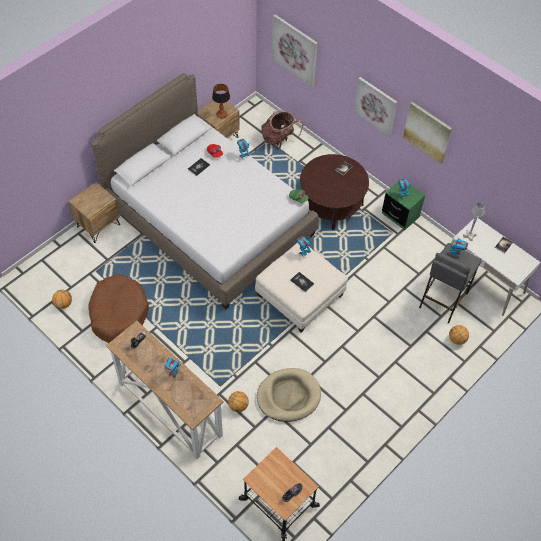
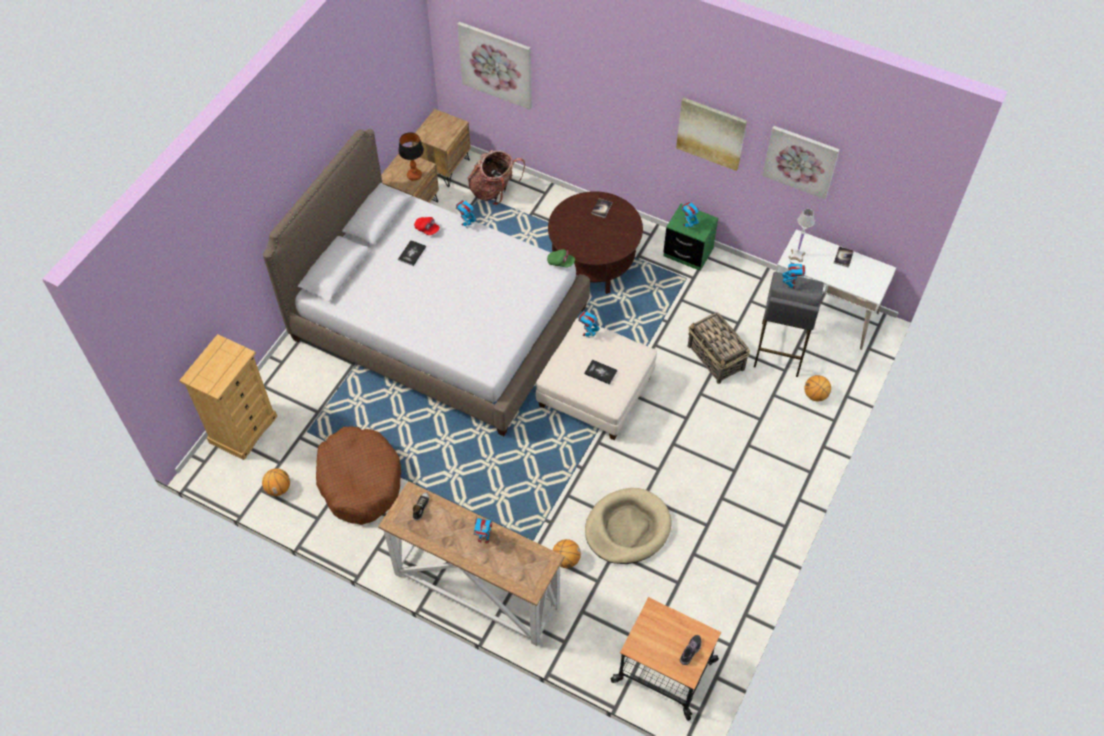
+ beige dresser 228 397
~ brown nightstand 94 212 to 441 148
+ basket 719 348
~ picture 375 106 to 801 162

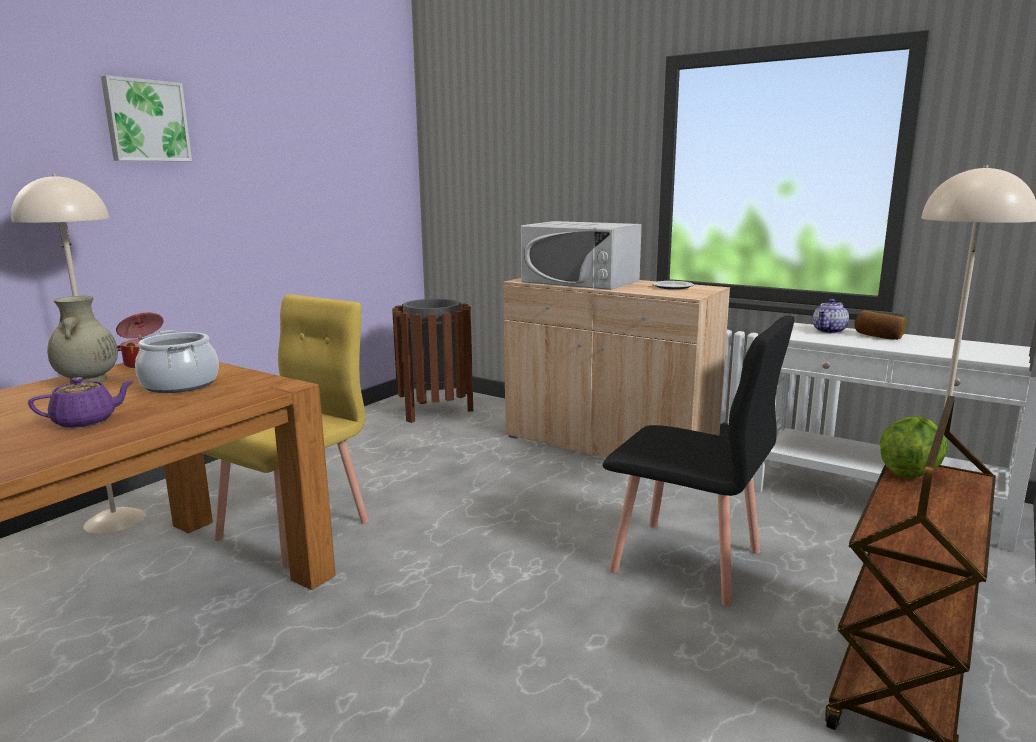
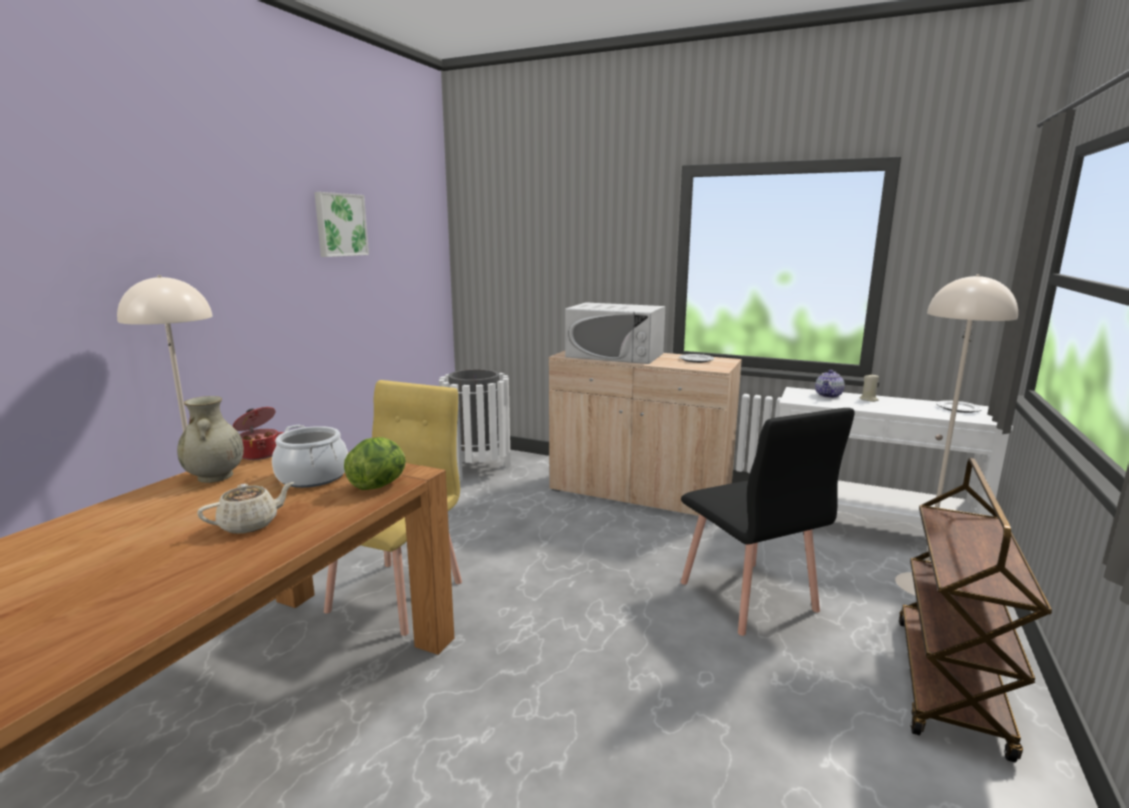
~ purple teapot 81 402 to beige teapot 245 508
~ picture 146 118 to 341 224
~ lettuce 914 447 to 375 463
~ brown trash can 432 361 to white trash can 475 425
~ black chair 699 461 = 768 522 45 degrees clockwise
~ bread 880 325 to beige candle 869 387
+ plate 959 406

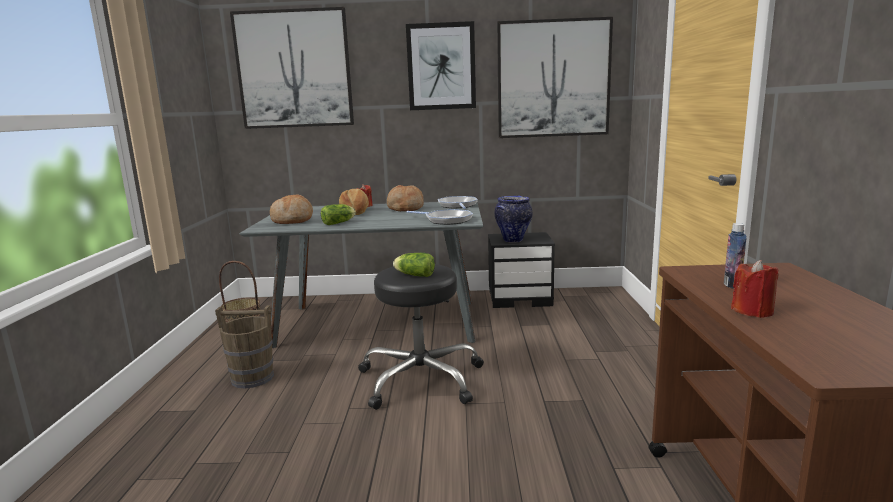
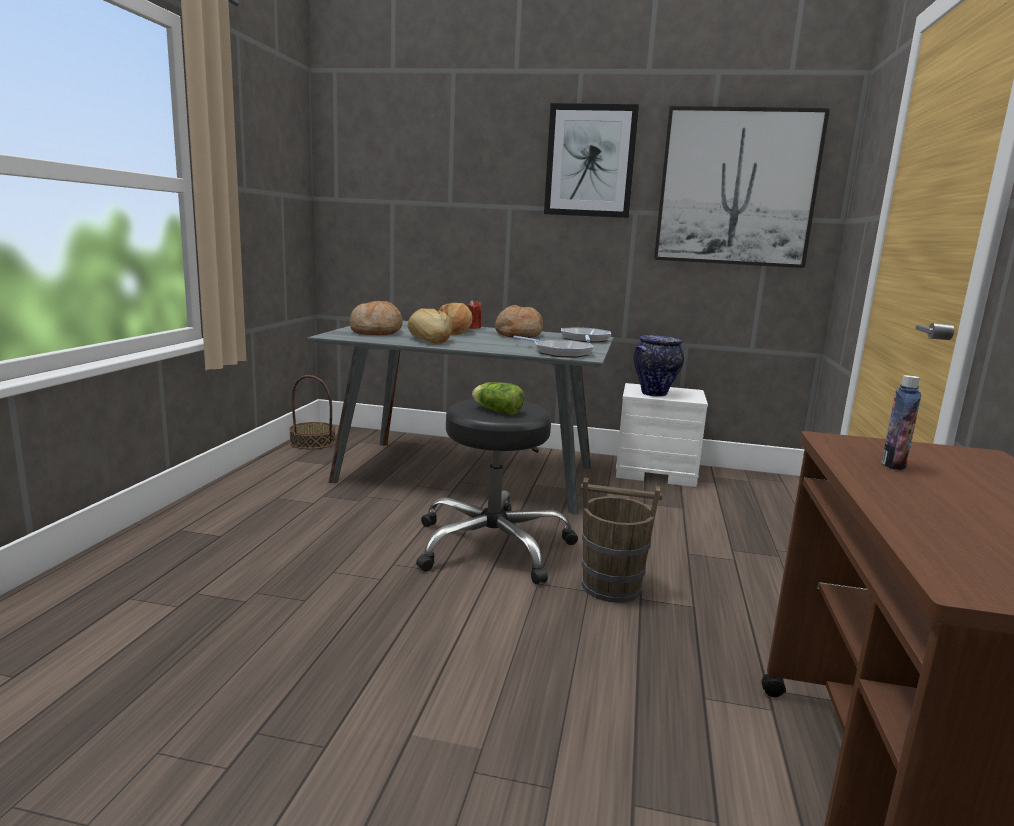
~ lettuce 338 214 to bread 429 326
~ brown bucket 244 347 to 621 540
~ black nightstand 521 270 to white nightstand 662 435
- picture 292 68
- red candle 755 289

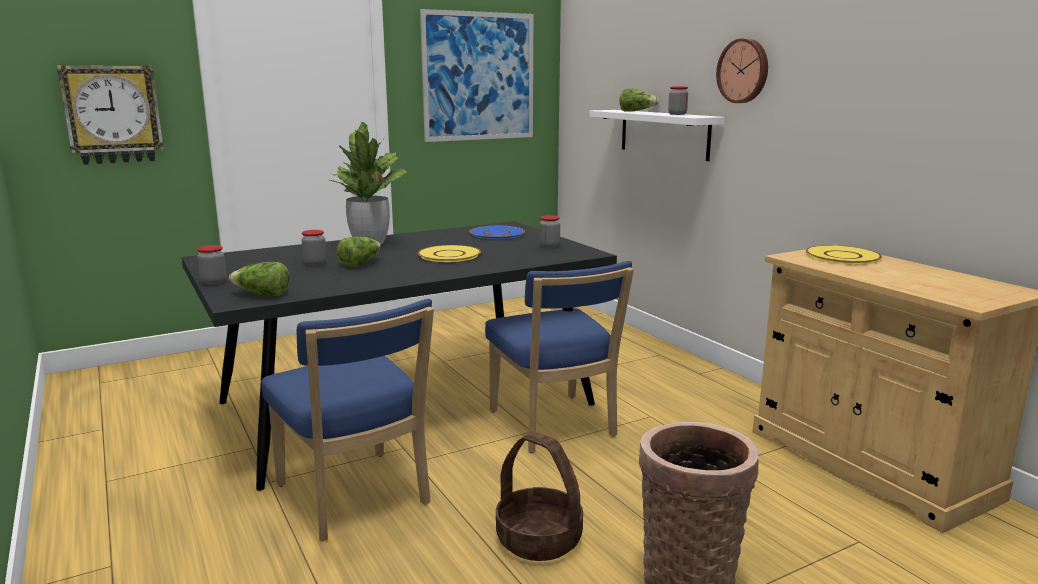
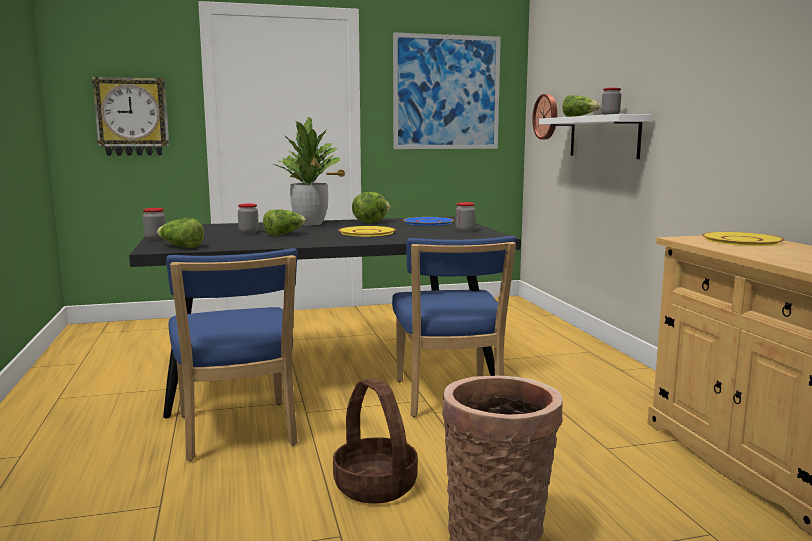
+ lettuce 371 207
~ wall clock 742 70 to 544 116

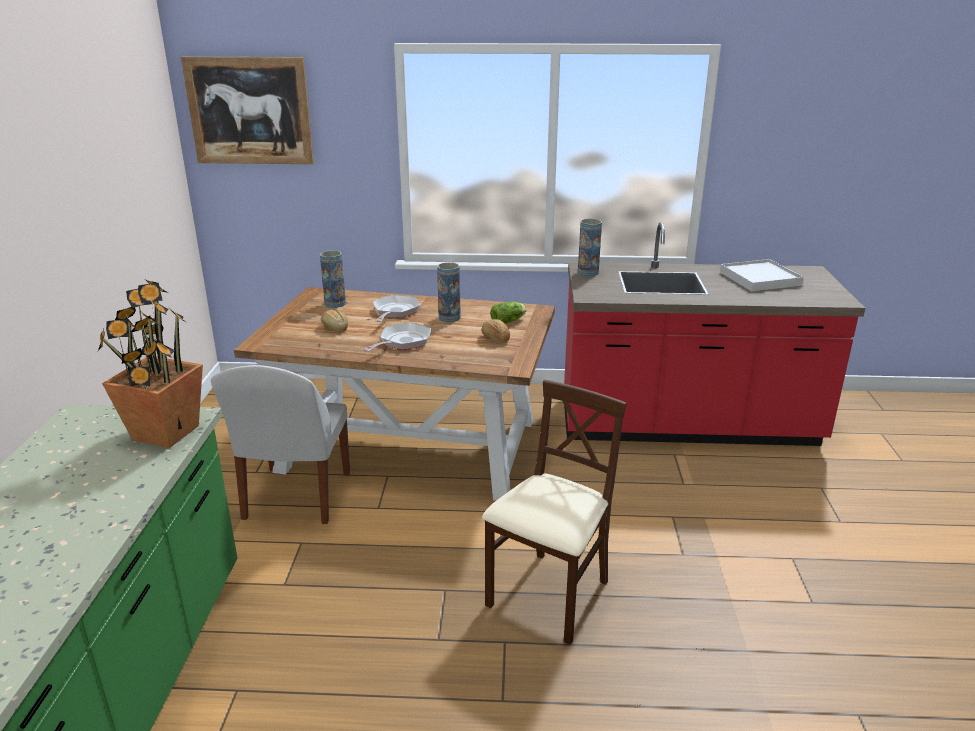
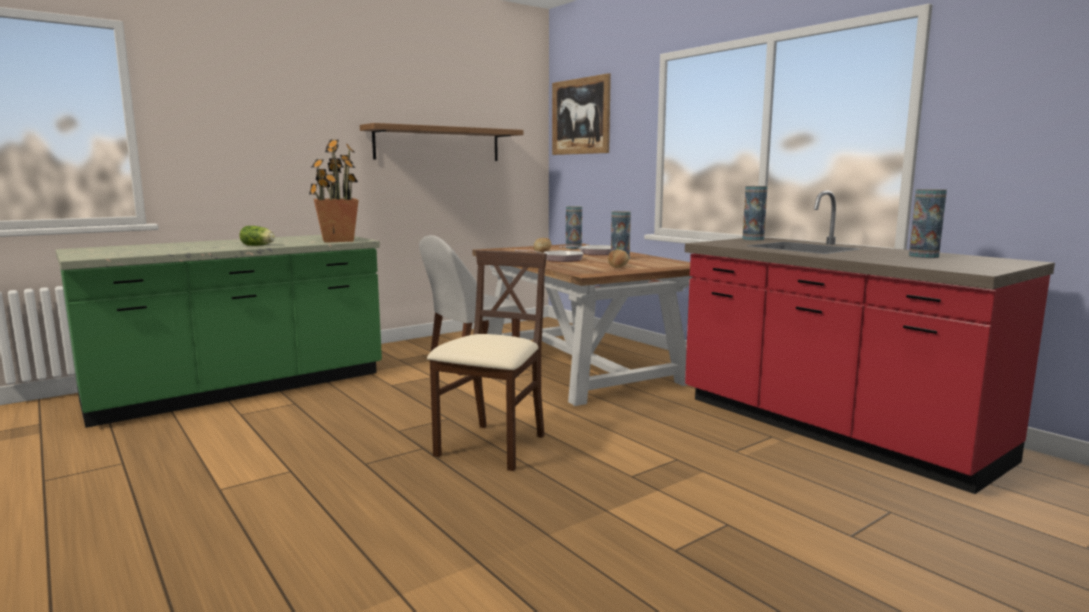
~ lettuce 508 313 to 257 236
+ shelf 441 142
~ beige chair 554 512 = 487 360 60 degrees counterclockwise
~ white tray 762 275 to vase 928 223

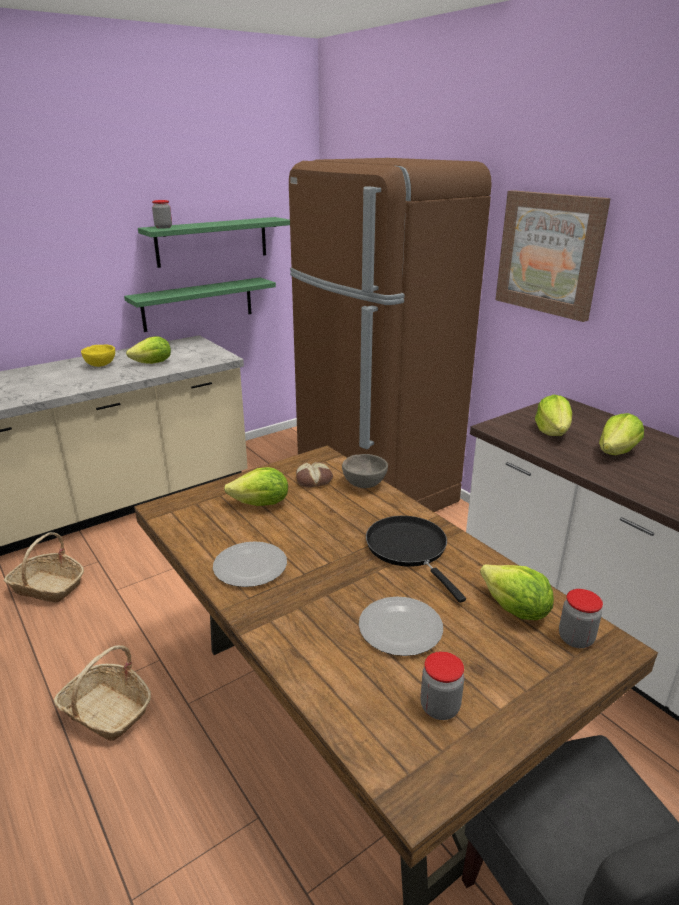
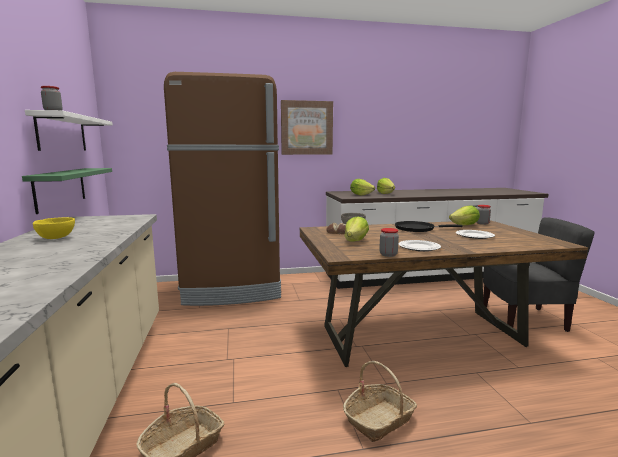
~ green shelf 214 242 to white shelf 69 130
~ jar 442 686 to 389 242
- lettuce 148 350

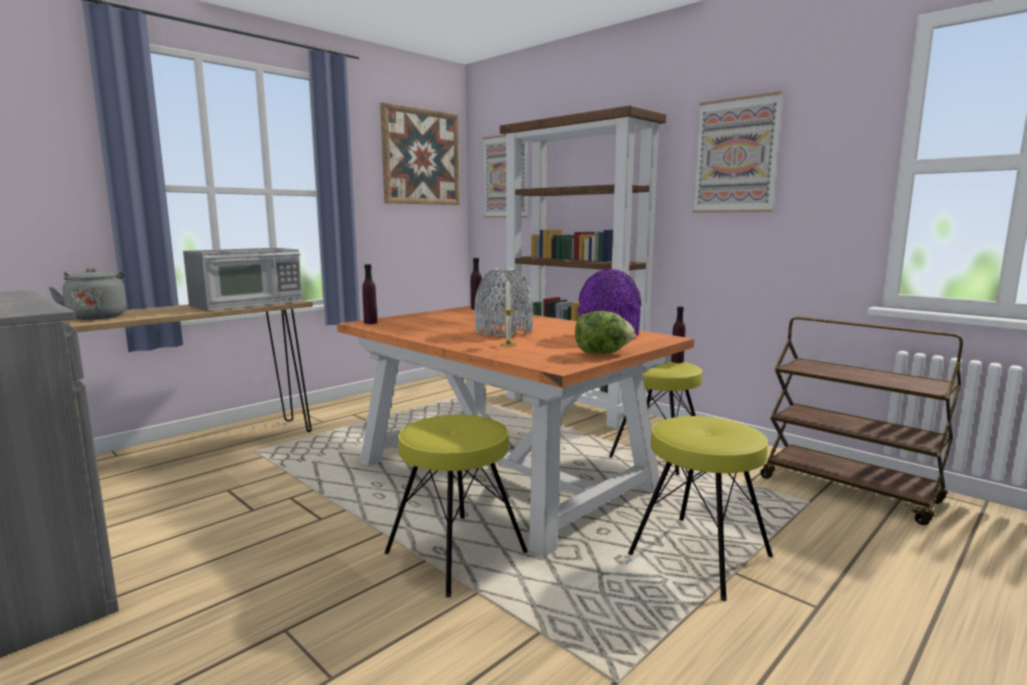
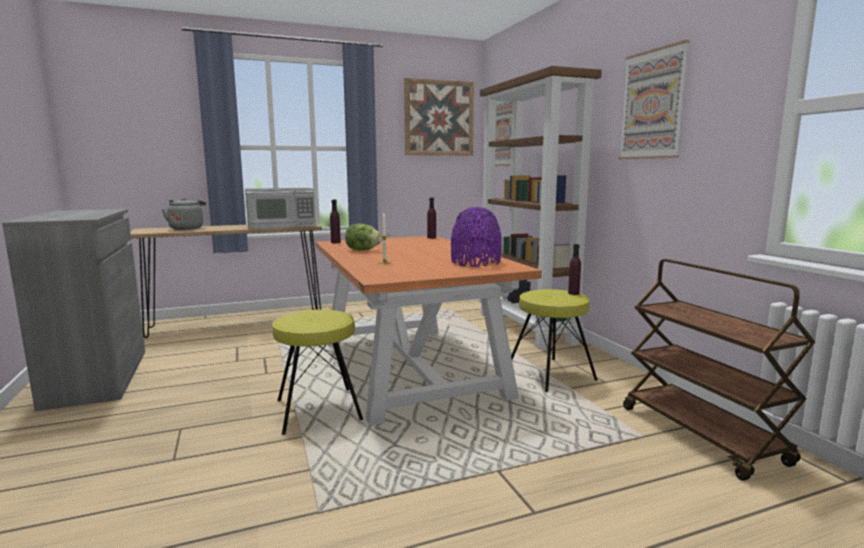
~ lettuce 604 332 to 363 237
- grey vase 504 302
- yellow stool 700 508

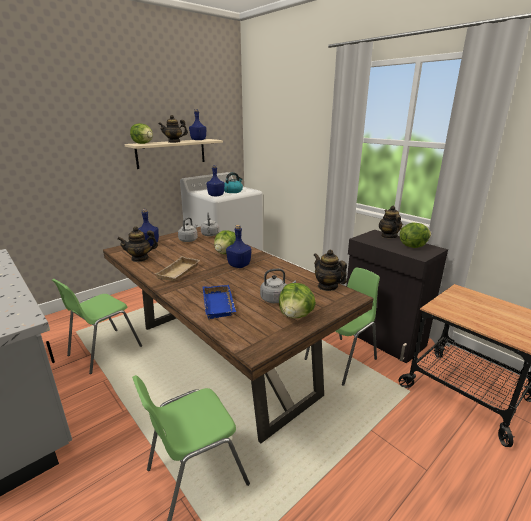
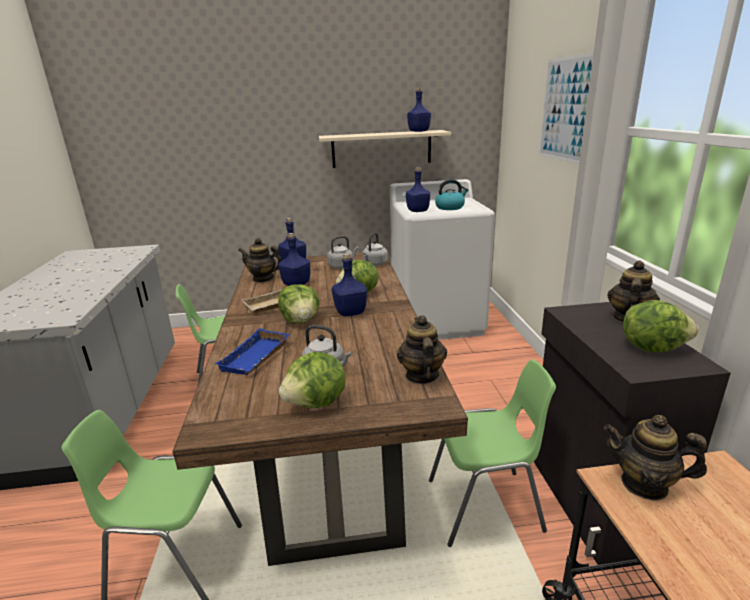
+ blue bottle 294 259
~ lettuce 141 133 to 298 304
+ picture 566 108
~ teapot 173 129 to 655 458

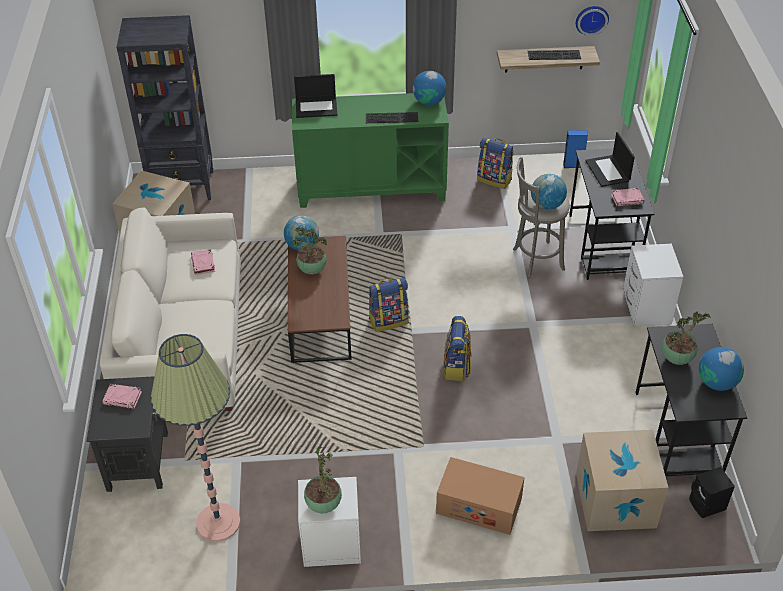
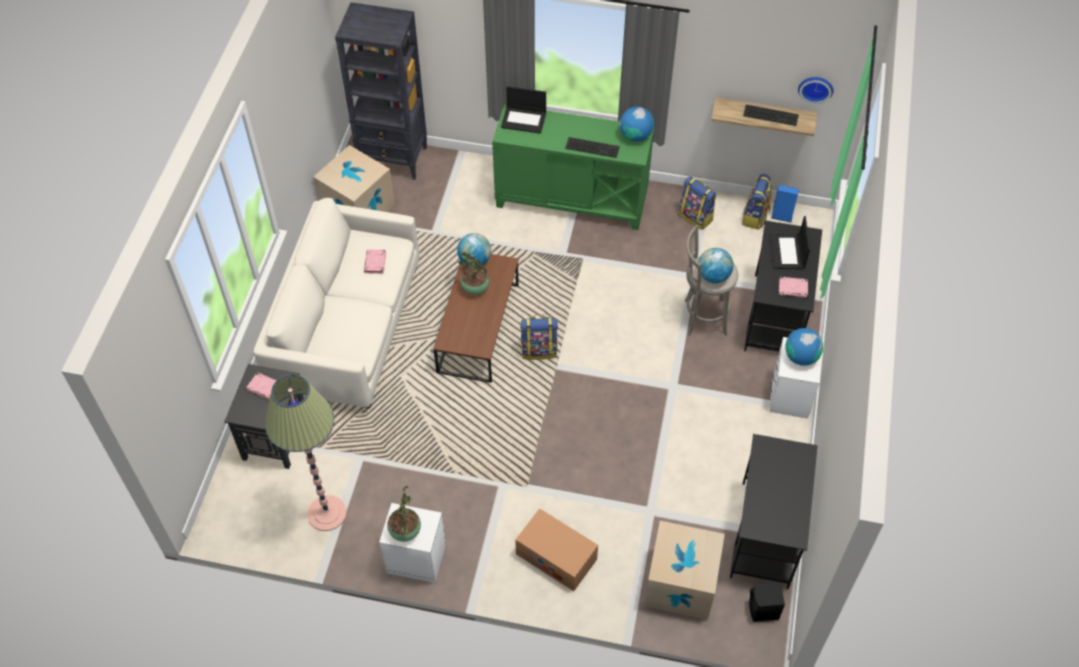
~ backpack 457 348 to 757 201
~ globe 721 369 to 804 347
- potted plant 686 338

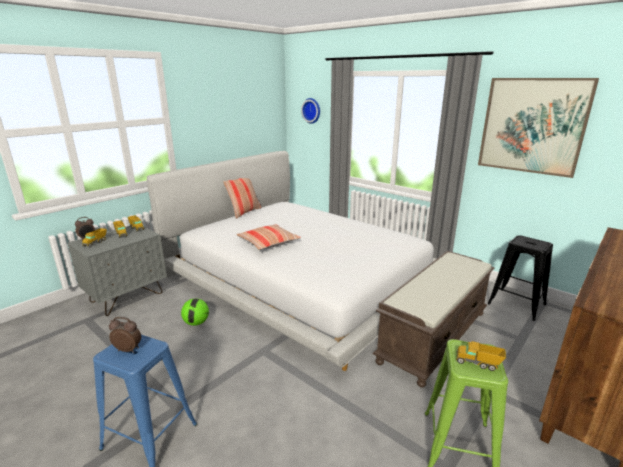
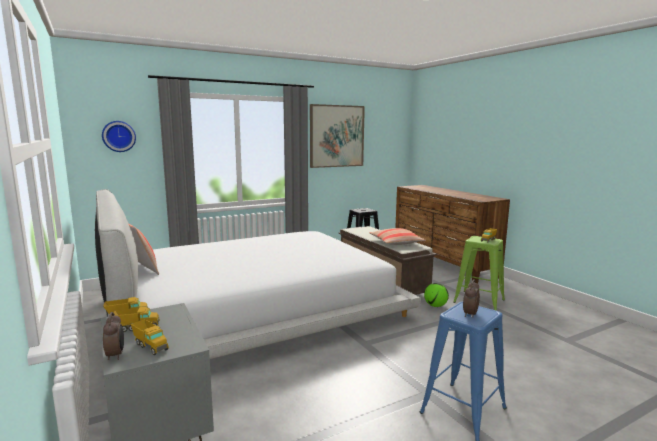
~ pillow 268 237 to 397 236
~ football 195 312 to 436 295

